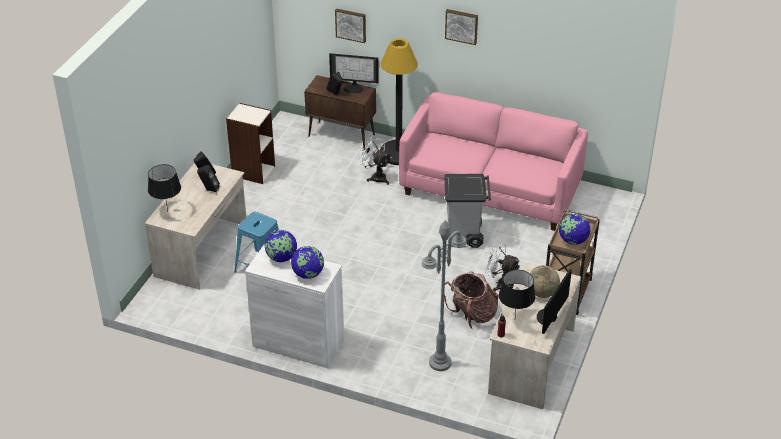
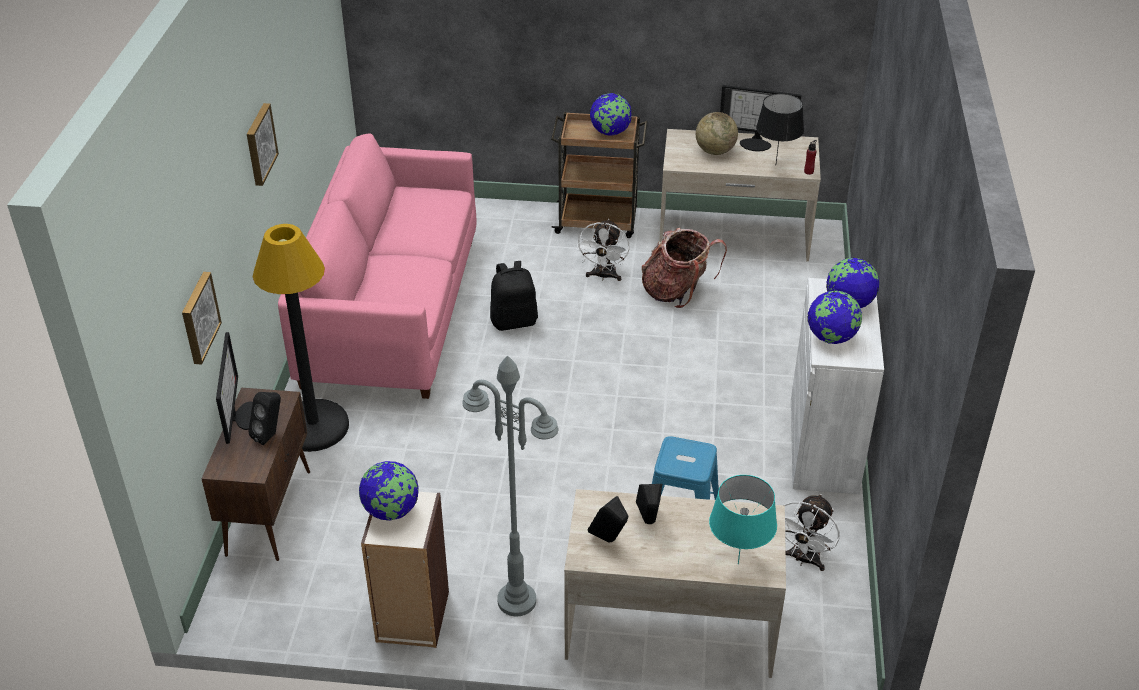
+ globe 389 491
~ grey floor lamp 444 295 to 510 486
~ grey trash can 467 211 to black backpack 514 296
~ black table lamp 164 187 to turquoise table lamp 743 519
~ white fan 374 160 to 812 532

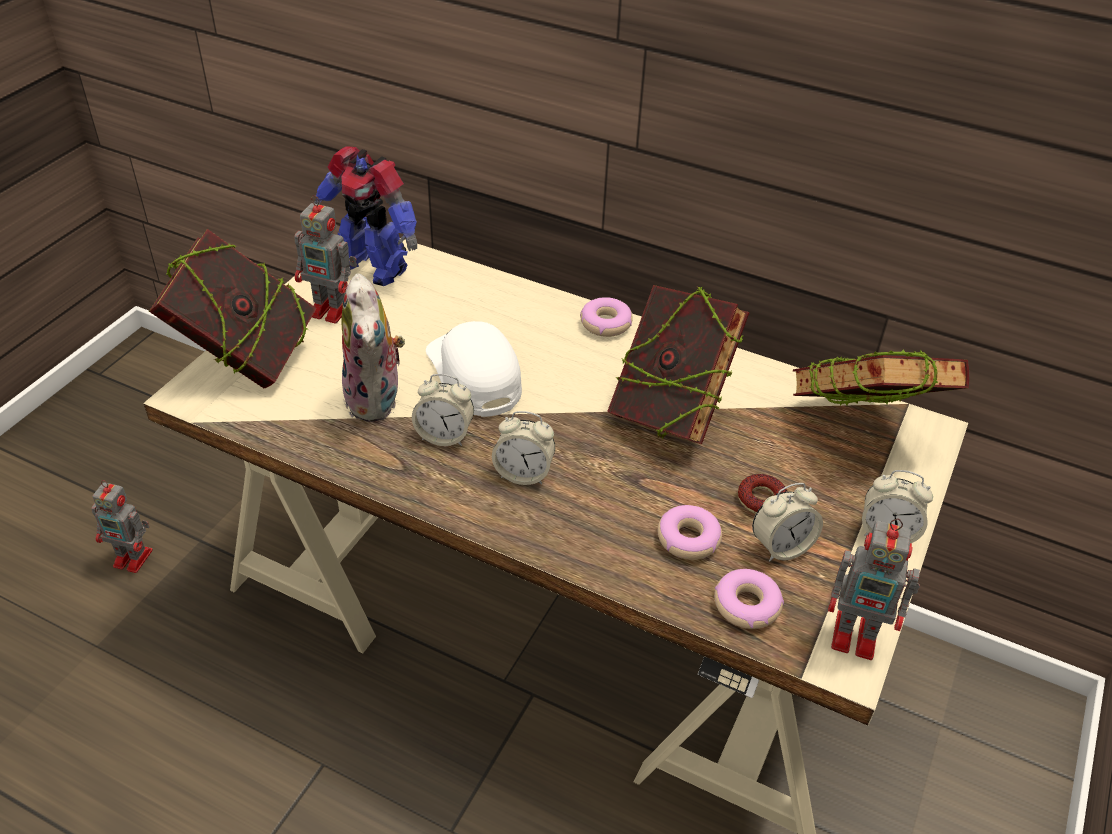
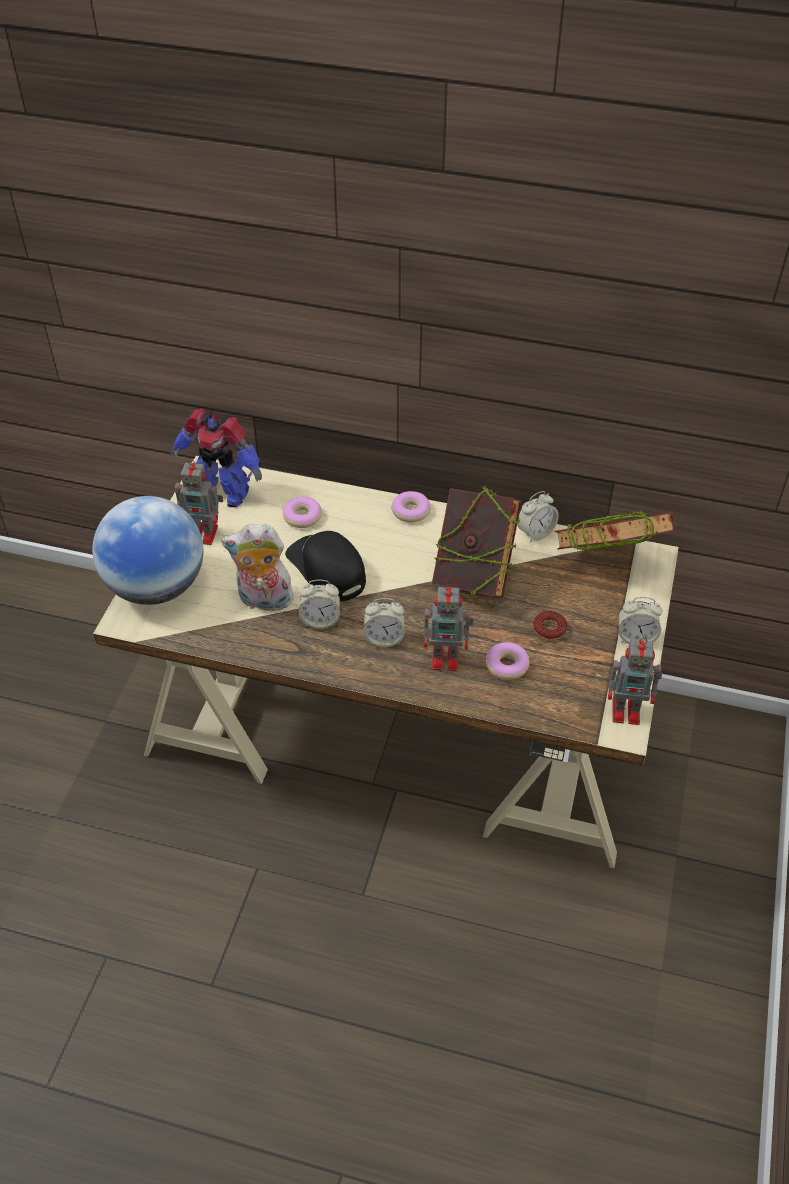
~ book 233 308 to globe 147 550
~ plush toy 373 347 = 258 569 120 degrees clockwise
~ donut 749 599 to 302 512
~ white cap 474 369 to black cap 325 566
~ toy robot 122 526 to 449 627
~ alarm clock 787 522 to 538 516

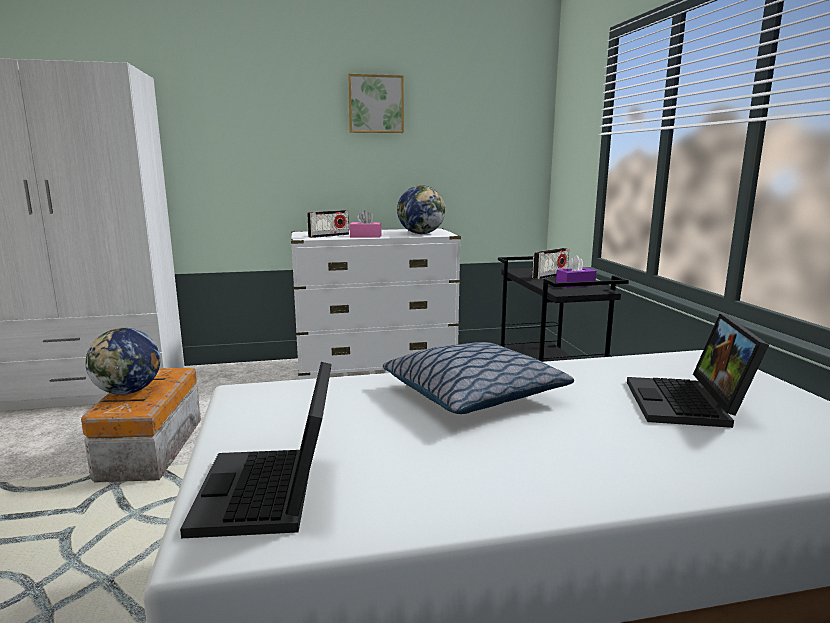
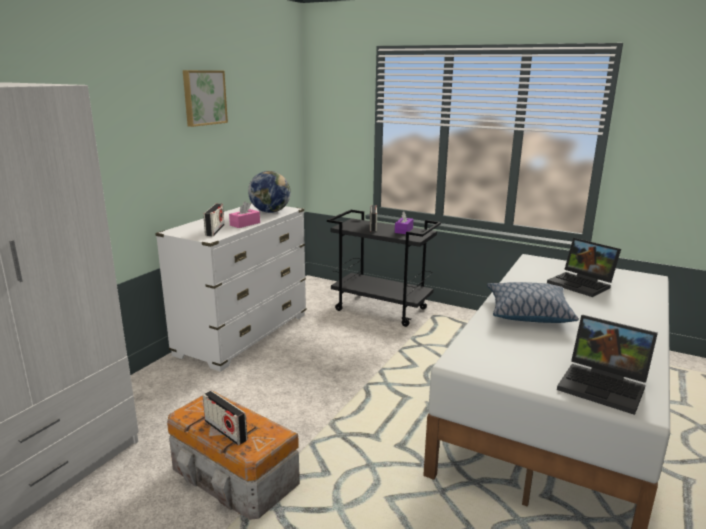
~ globe 123 361 to radio 225 418

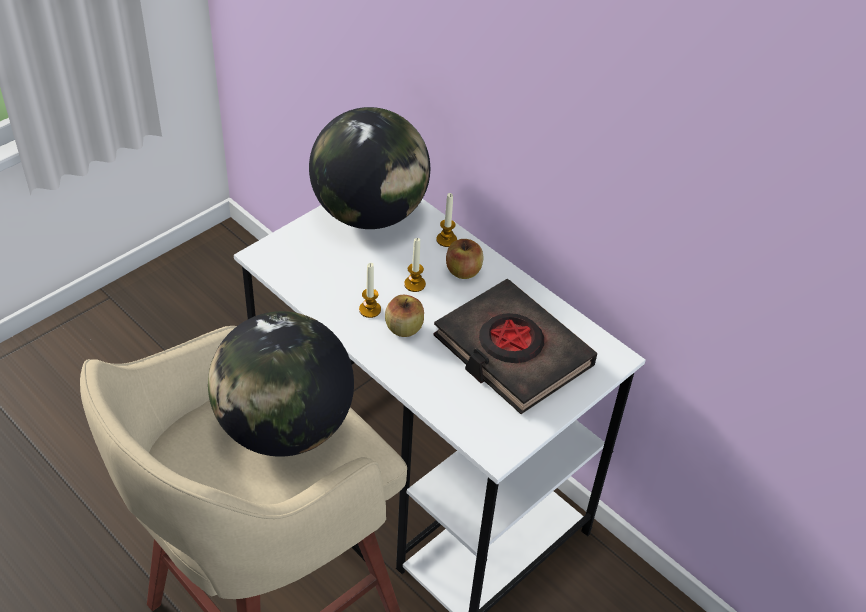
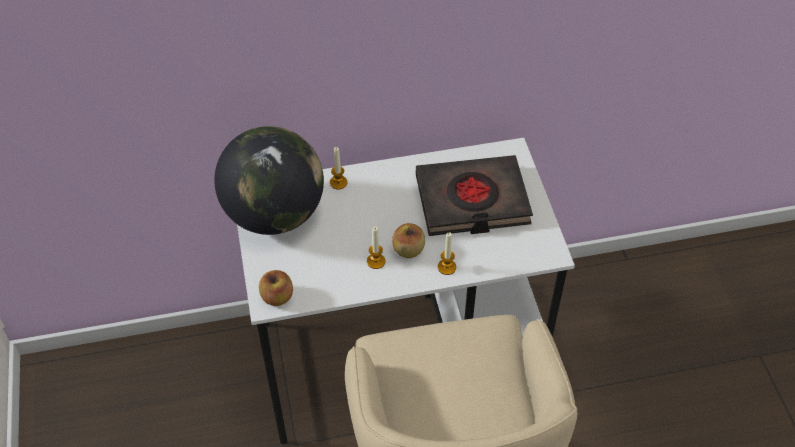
~ apple 465 259 to 276 288
~ candle 415 265 to 447 253
- globe 281 384

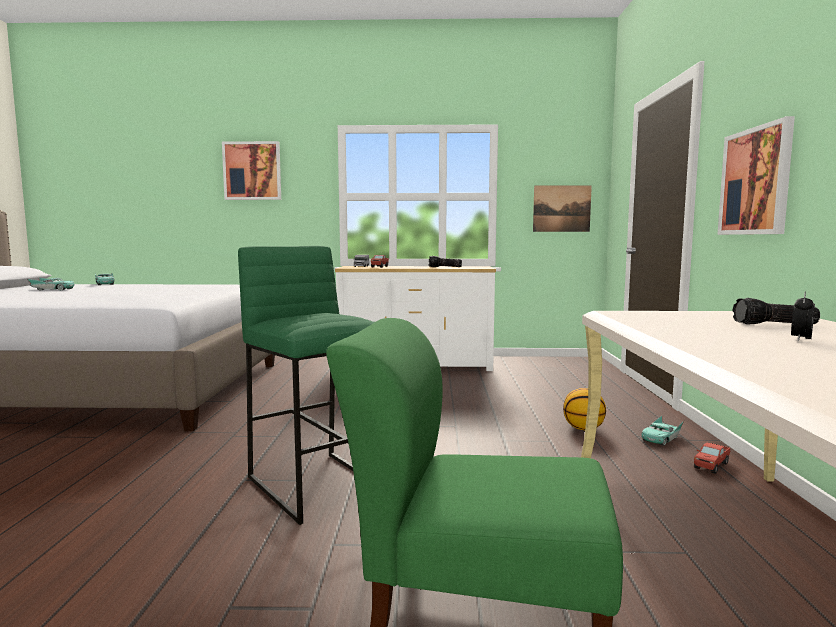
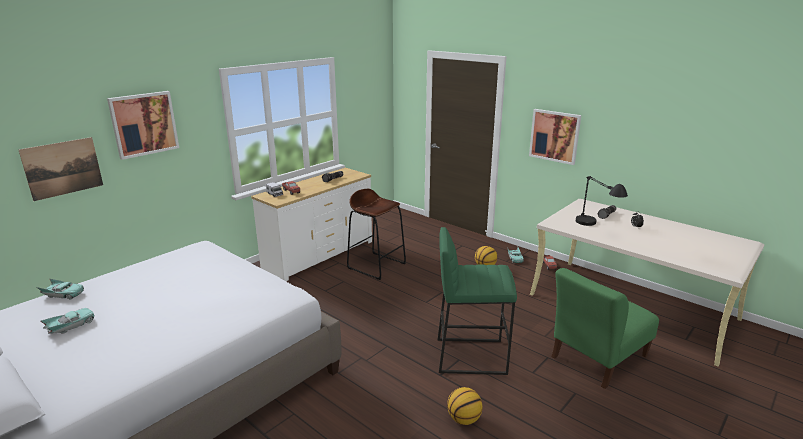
~ picture 562 208 to 61 169
+ brown stool 376 234
+ basketball 465 406
+ black table lamp 602 201

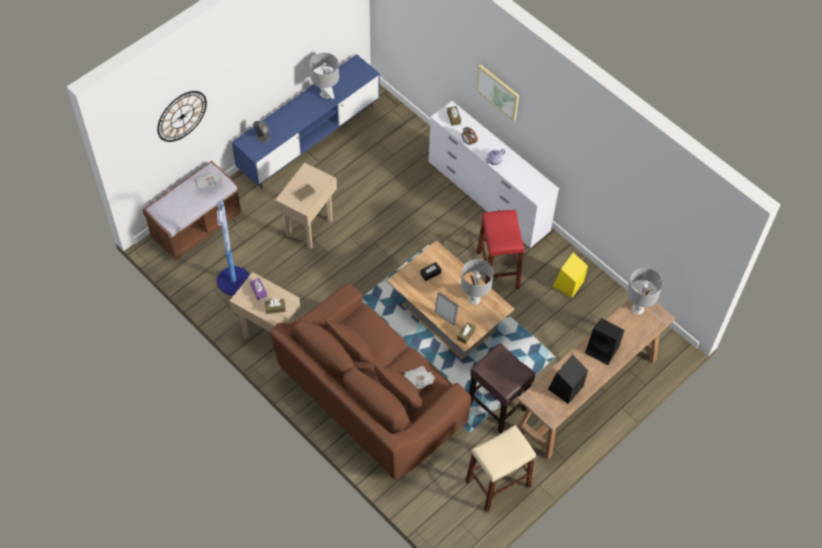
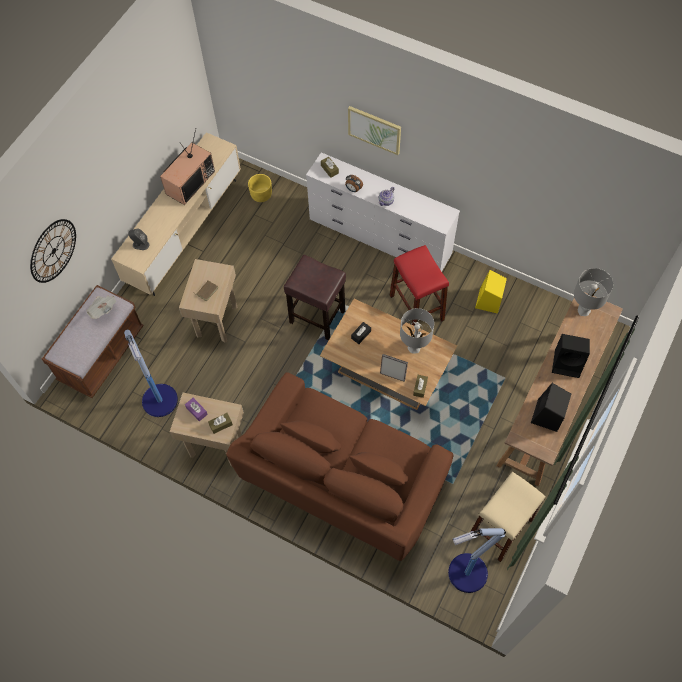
~ blue tv stand 306 121 to beige tv stand 176 214
~ grey table lamp 324 76 to television 187 166
+ yellow planter 260 188
~ brown stool 502 388 to 315 297
+ floor lamp 477 560
- newspaper 419 377

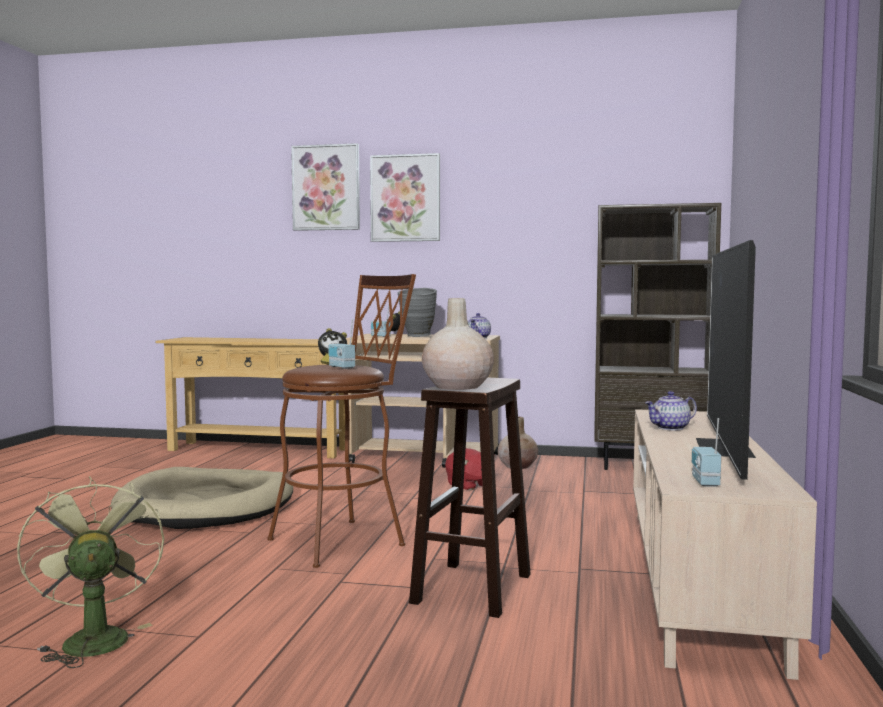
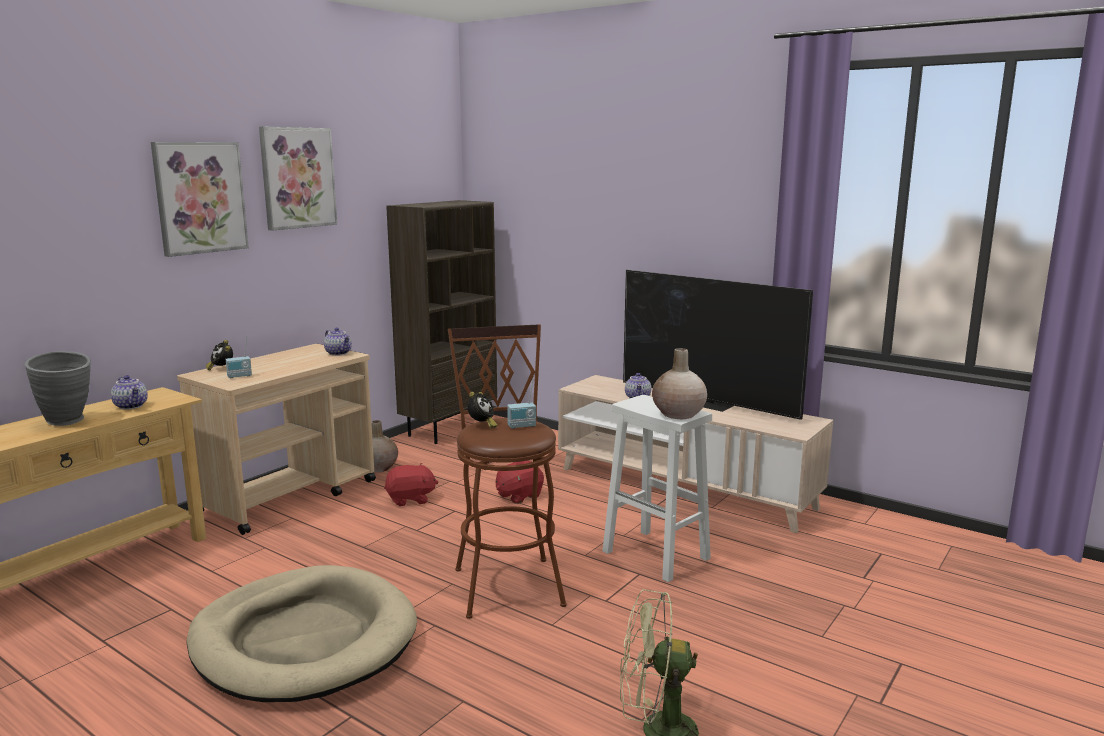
~ grey vase 417 312 to 58 388
+ teapot 129 392
~ picture 325 187 to 298 179
+ red plush toy 520 482
~ brown stool 470 498 to white stool 657 488
- radio 706 452

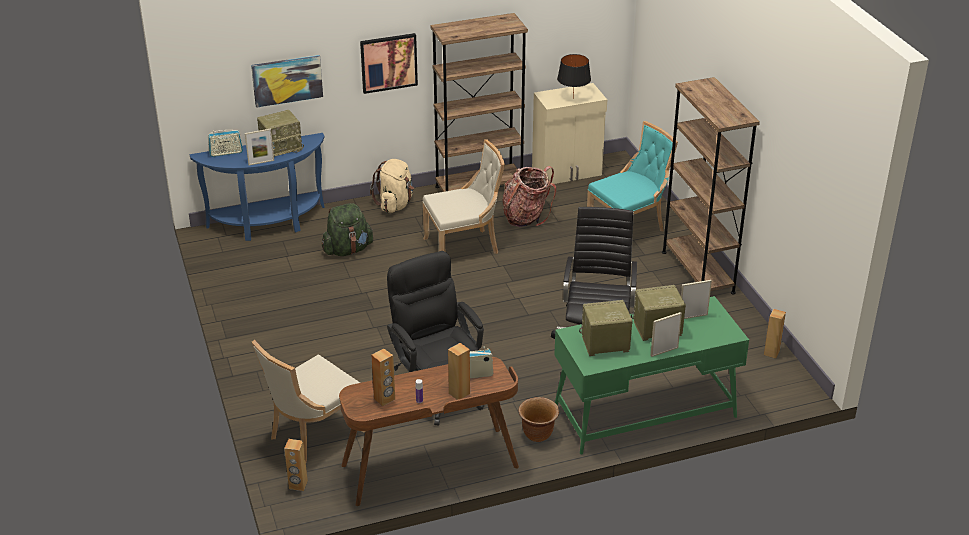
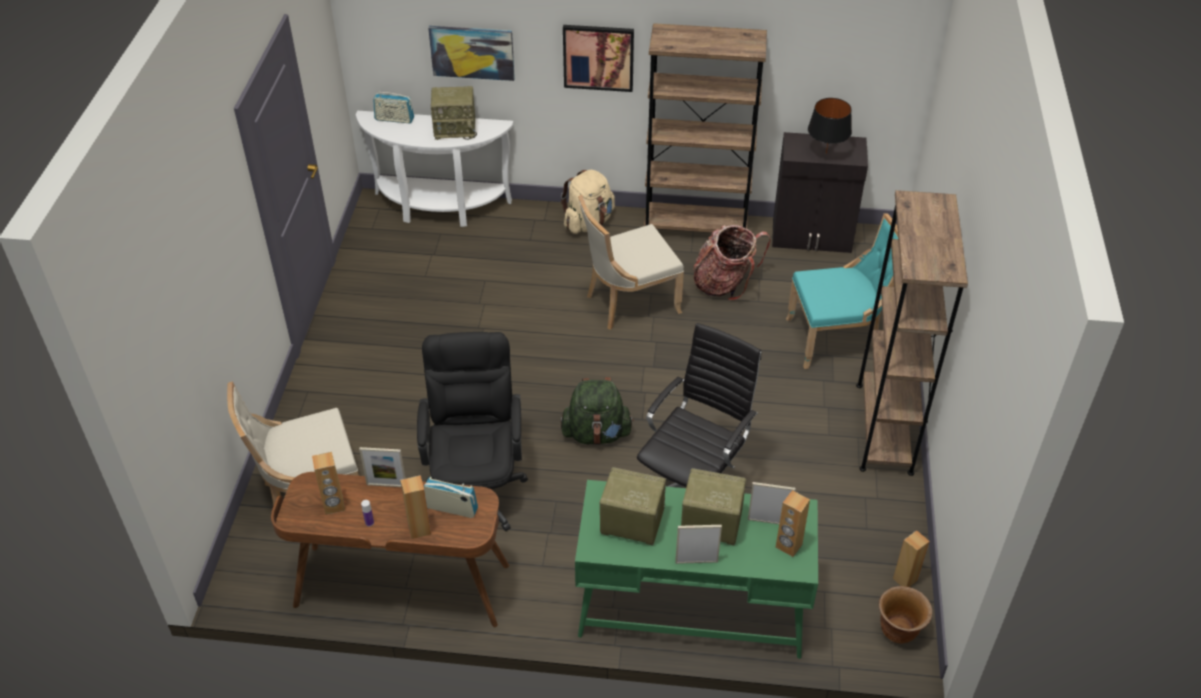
~ blue console table 257 187 to white console table 434 169
~ picture frame 259 146 to 382 467
~ green backpack 347 229 to 597 411
~ beige chair 464 196 = 631 262 150 degrees clockwise
~ beige cabinet 569 133 to black cabinet 820 192
~ brown speaker 296 465 to 792 523
~ brown planter 538 419 to 905 615

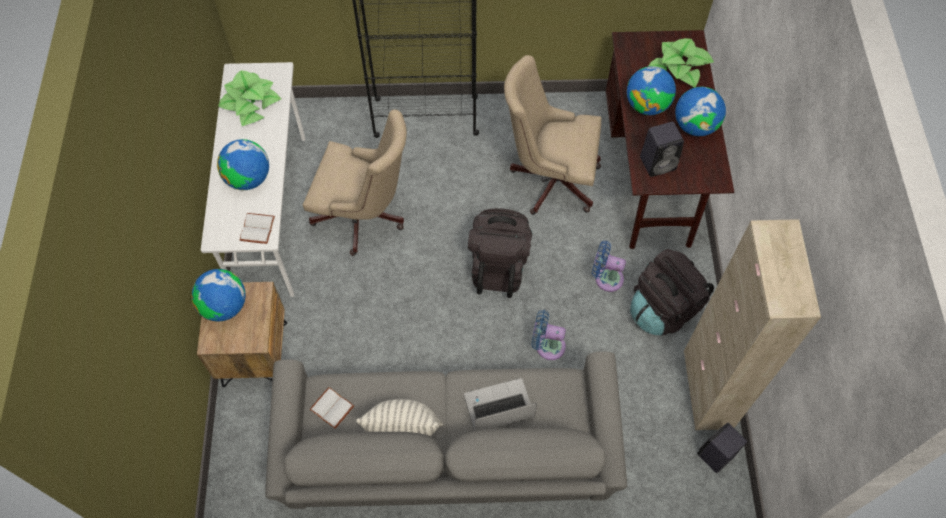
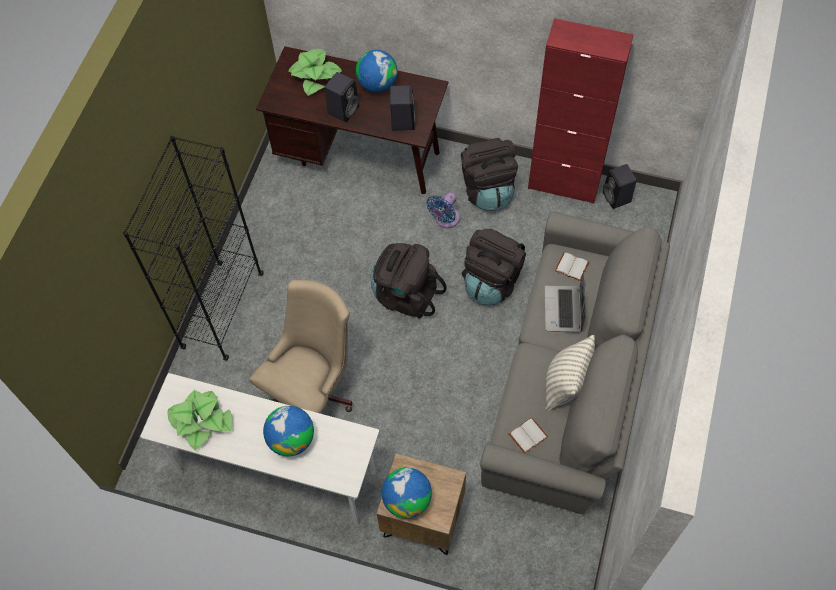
~ globe 651 90 to black speaker 342 97
~ blue fan 549 335 to black backpack 494 267
~ beige cabinet 752 324 to red cabinet 581 111
~ white book 257 228 to 572 266
- beige office chair 553 135

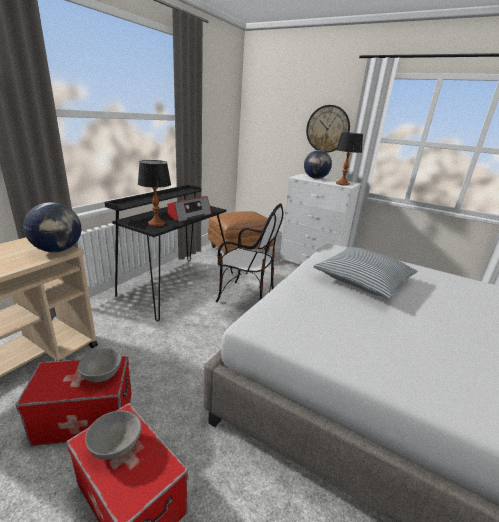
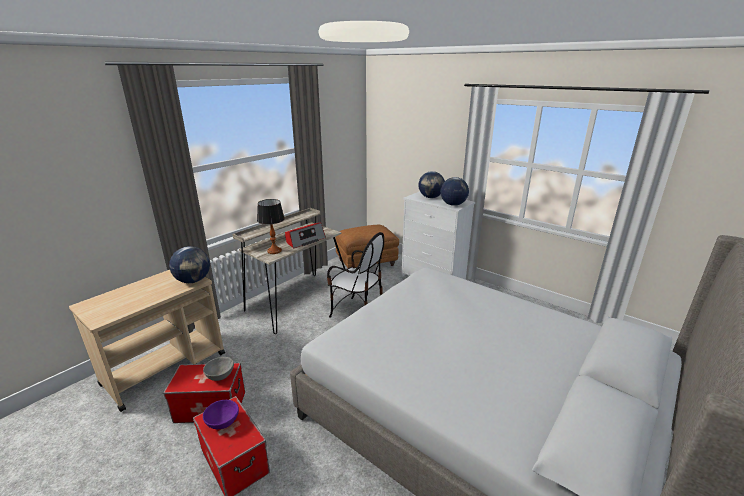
~ grey bowl 113 435 to purple bowl 221 414
~ black desk 169 253 to beige desk 288 271
~ table lamp 349 159 to globe 454 191
- wall clock 328 129
- pillow 365 273

